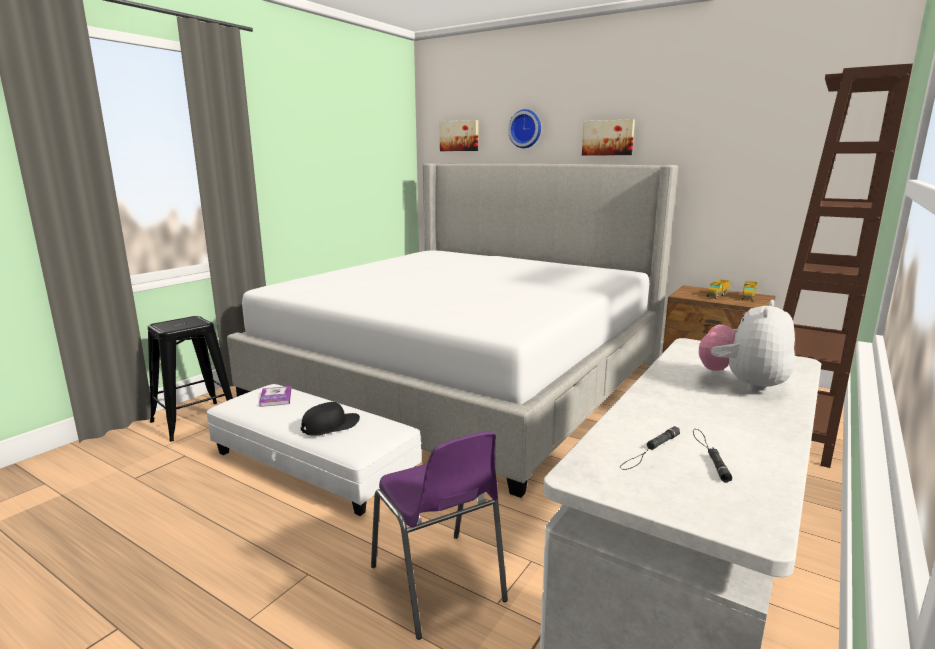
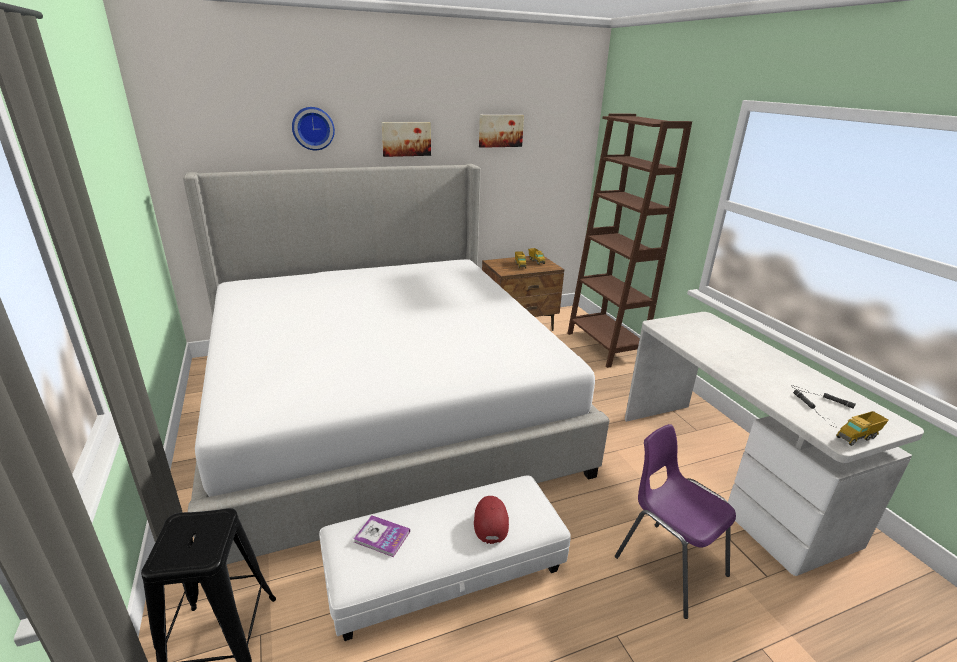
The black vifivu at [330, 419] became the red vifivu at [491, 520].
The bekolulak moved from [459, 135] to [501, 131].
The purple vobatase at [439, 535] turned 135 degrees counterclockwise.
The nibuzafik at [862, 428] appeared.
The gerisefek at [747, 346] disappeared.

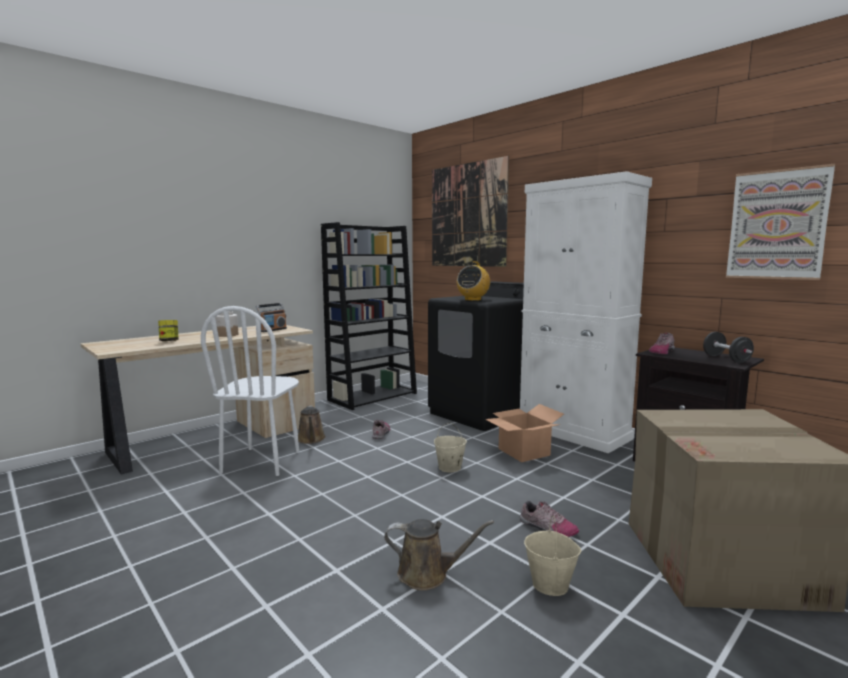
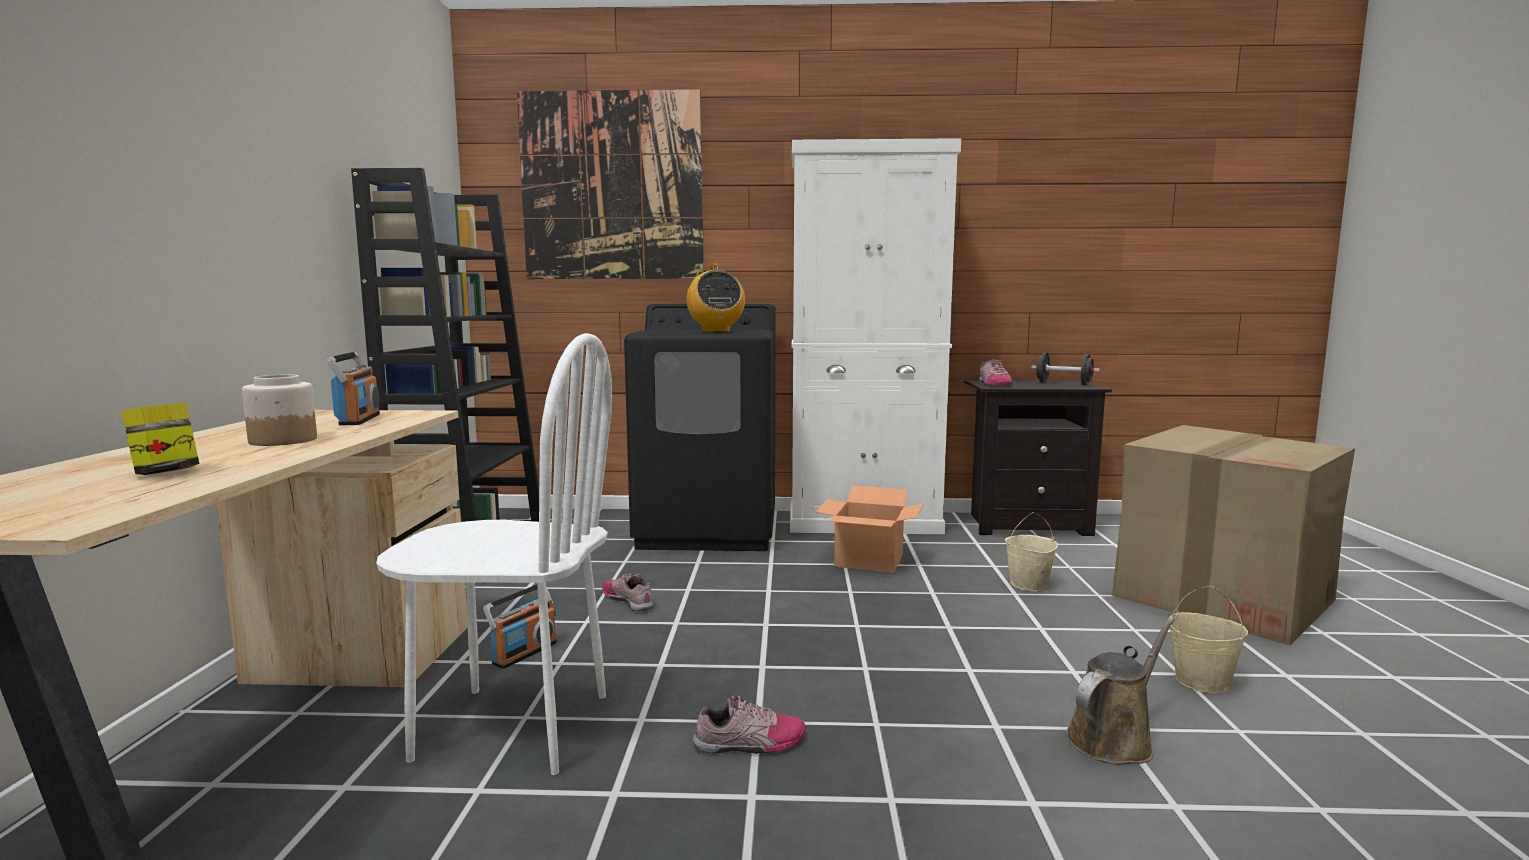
The white vobatase at [250, 391] turned 45 degrees counterclockwise.
The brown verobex at [312, 424] was replaced by the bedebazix at [520, 627].
The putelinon moved from [549, 519] to [749, 725].
The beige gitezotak moved from [450, 447] to [1031, 551].
The bekolulak at [780, 222] disappeared.

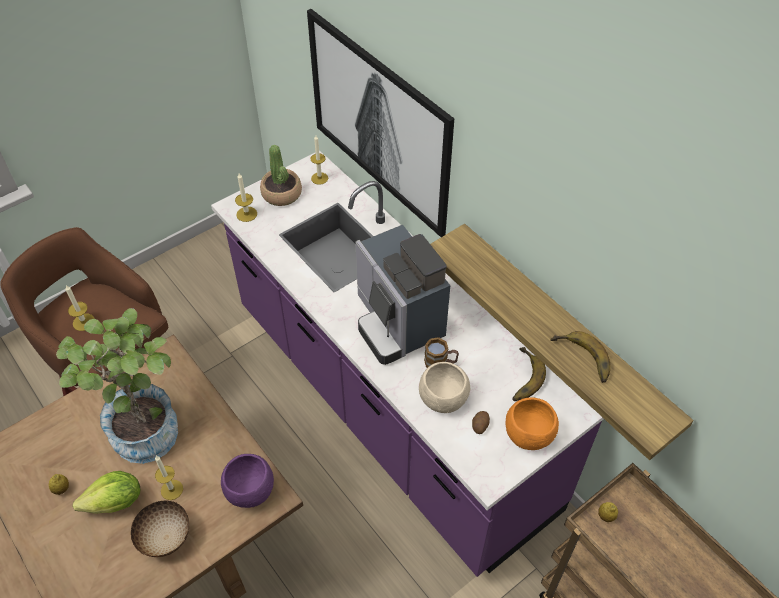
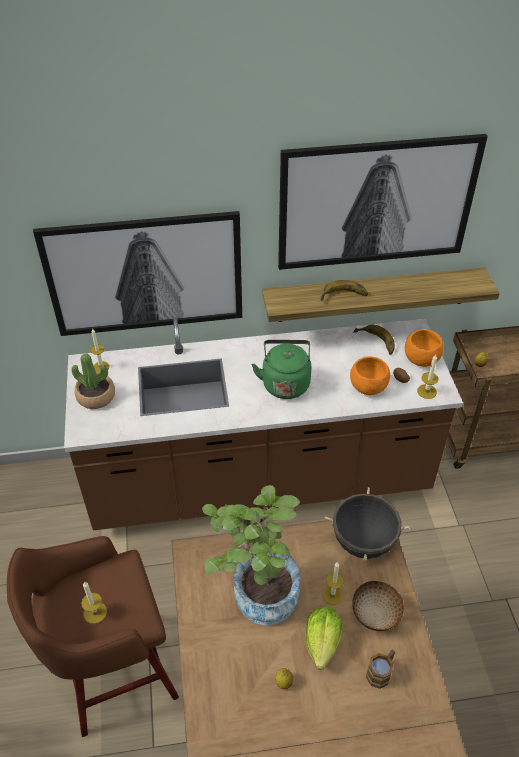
The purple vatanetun at [407, 363] became the brown vatanetun at [263, 424].
The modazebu at [402, 295] was replaced by the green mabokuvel at [281, 369].
The bekolulak at [383, 202] appeared.
The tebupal moved from [580, 357] to [344, 290].
The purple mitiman at [247, 481] was replaced by the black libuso at [367, 524].
The beige mitiman at [444, 387] became the orange mitiman at [370, 376].
The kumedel moved from [441, 352] to [380, 669].
The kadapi moved from [246, 197] to [428, 377].

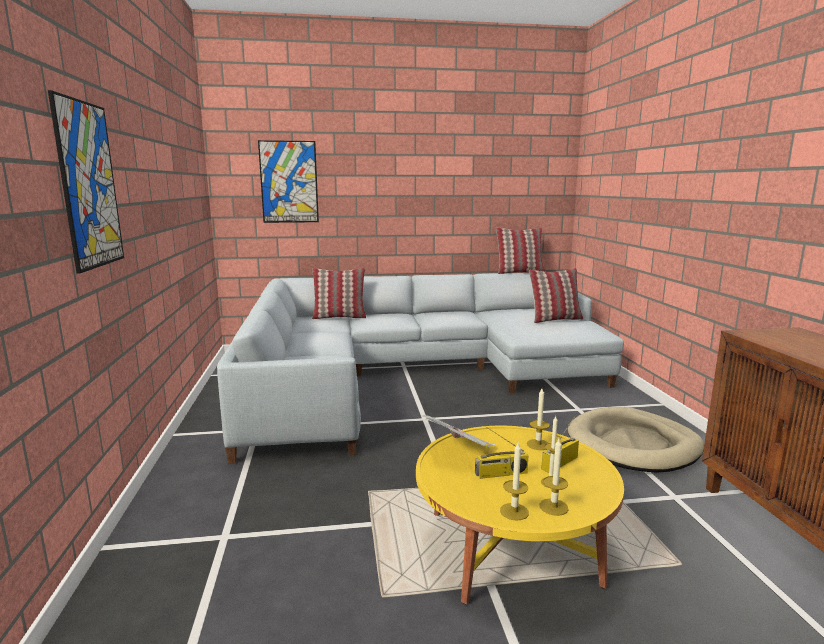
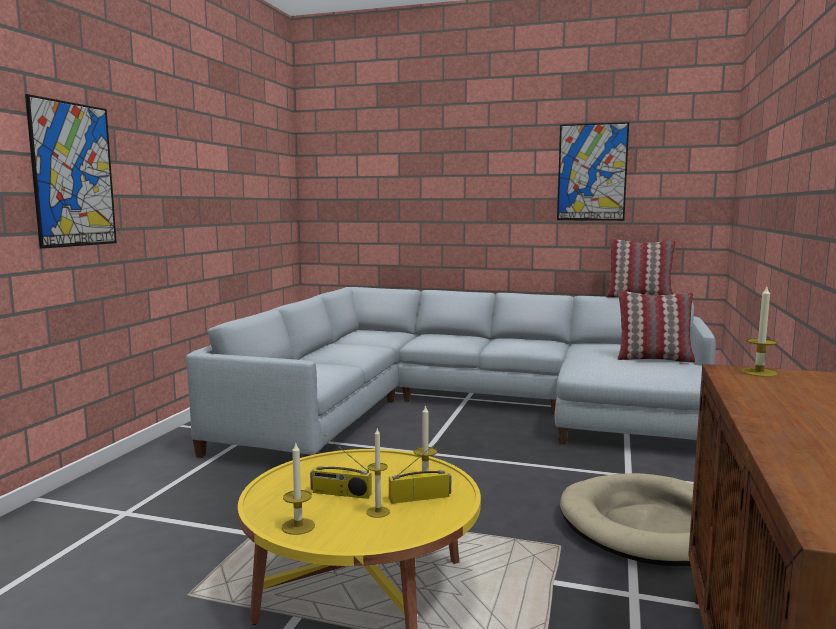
The bekolulak moved from [288, 181] to [593, 171].
The kadapi moved from [554, 477] to [759, 332].
The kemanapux at [339, 293] disappeared.
The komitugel at [458, 431] disappeared.

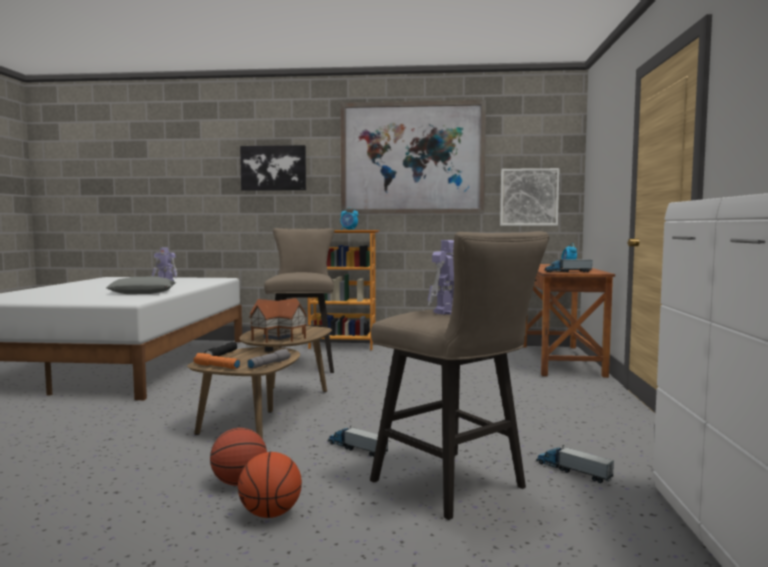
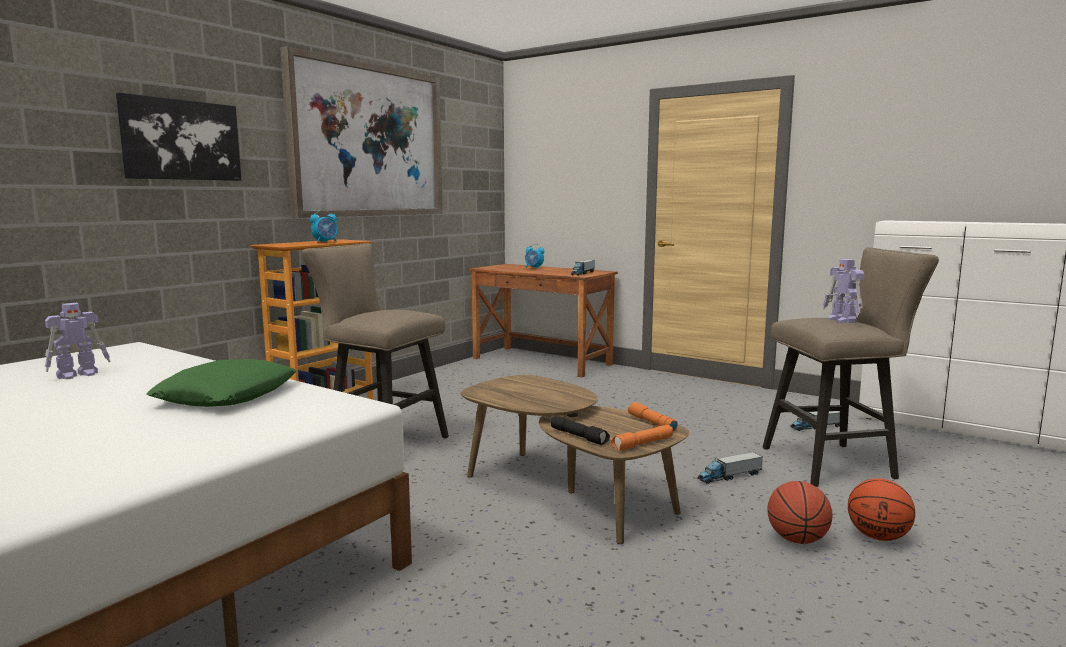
The grey kemanapux at [141, 285] became the green kemanapux at [221, 383].
The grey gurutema at [269, 359] became the orange gurutema at [653, 416].
The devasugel at [278, 320] disappeared.
The bekolulak at [529, 197] disappeared.

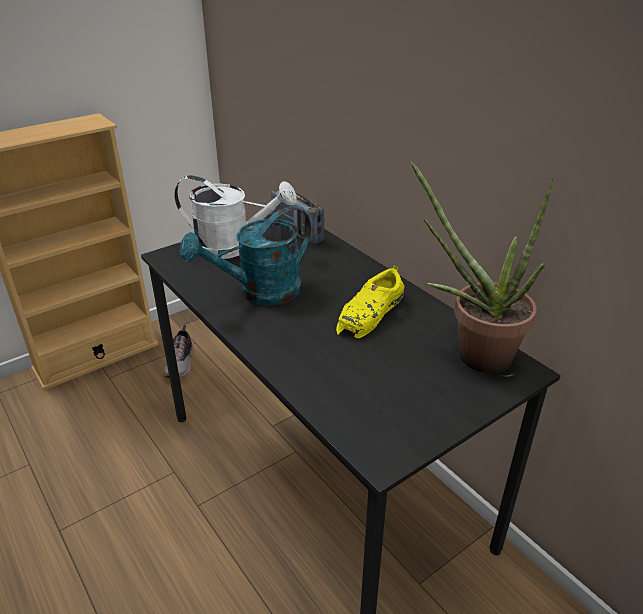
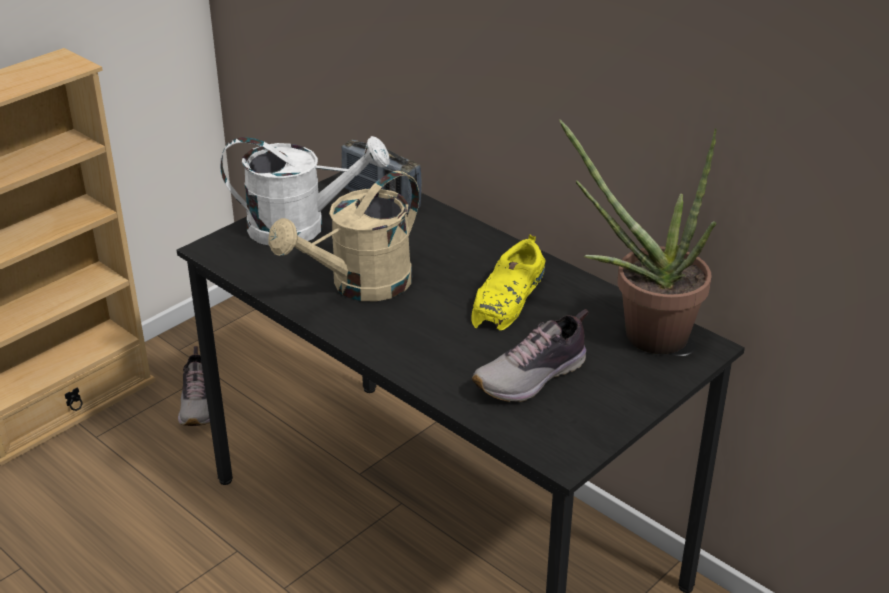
The turquoise verobex at [245, 256] became the beige verobex at [343, 236].
The putelinon at [530, 355] appeared.

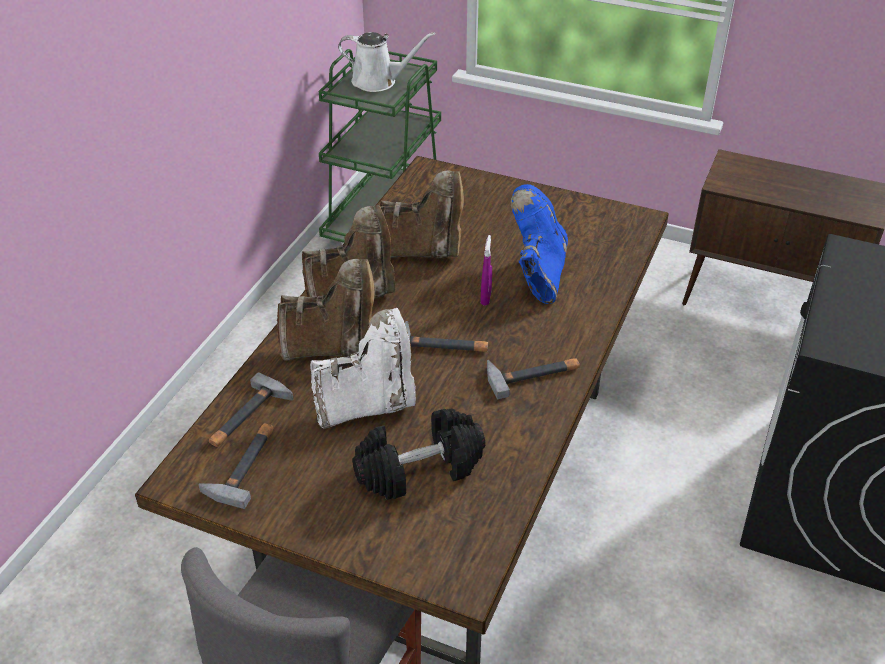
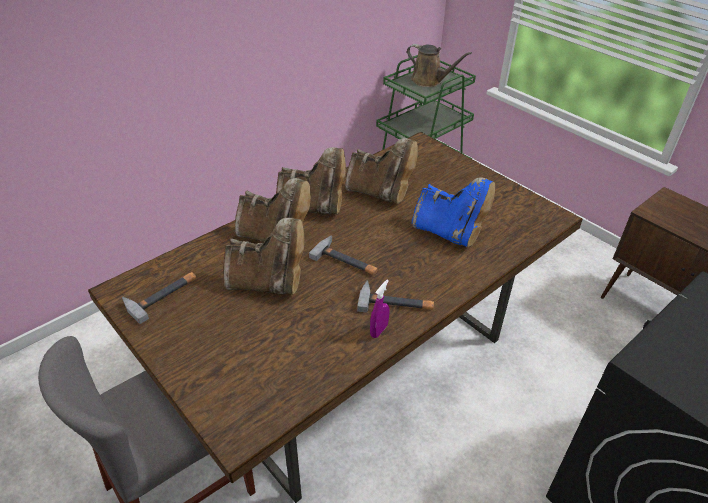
The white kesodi at [363, 368] became the brown kesodi at [264, 256].
The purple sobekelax moved from [486, 270] to [380, 309].
The white verobex at [386, 62] became the brown verobex at [439, 65].
The blue kesodi at [539, 244] turned 90 degrees clockwise.
The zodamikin at [251, 409] disappeared.
The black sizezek at [418, 454] disappeared.

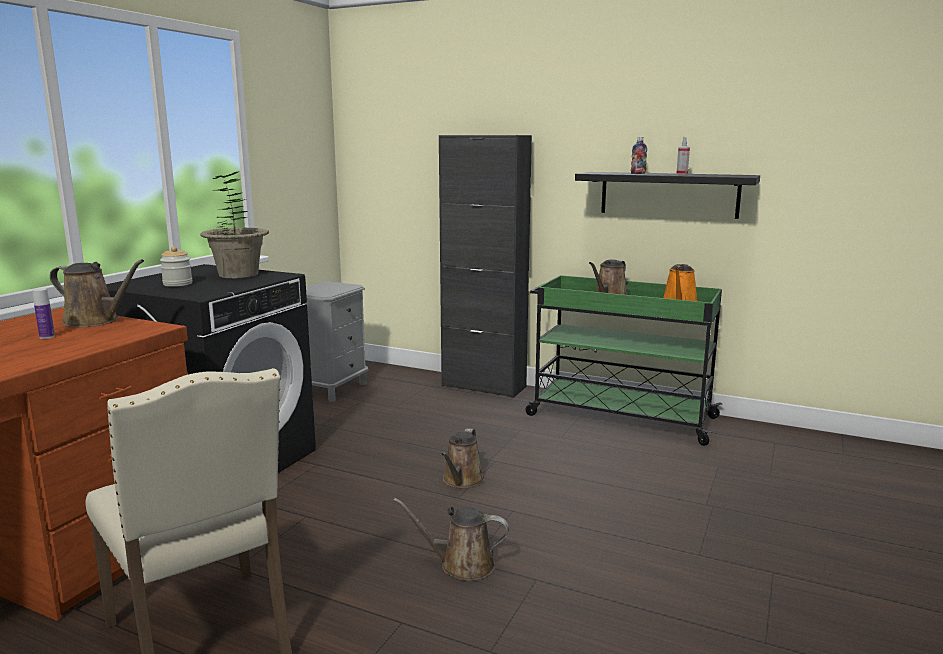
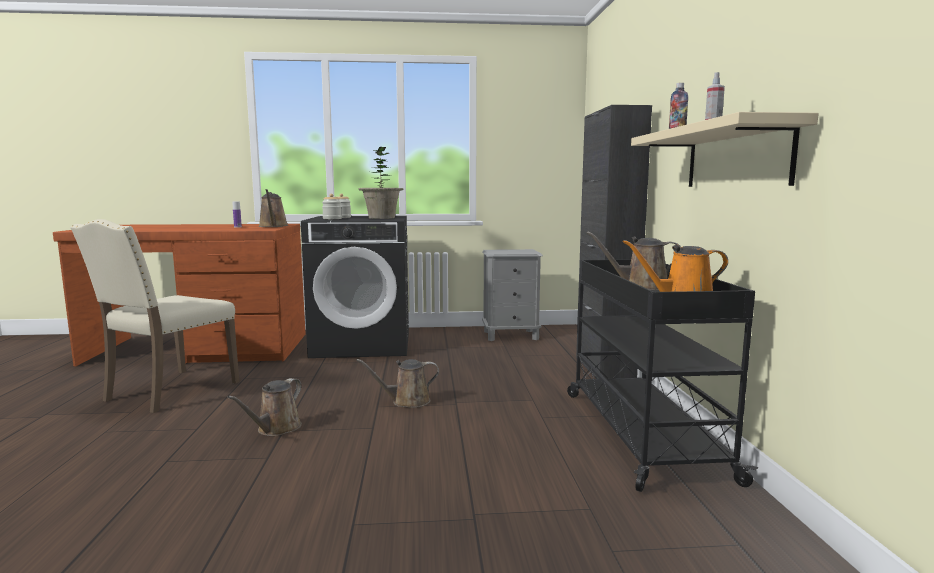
The brown verobex at [451, 539] turned 135 degrees counterclockwise.
The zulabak at [332, 206] appeared.
The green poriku at [623, 360] became the black poriku at [662, 376].
The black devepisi at [667, 195] became the beige devepisi at [725, 149].

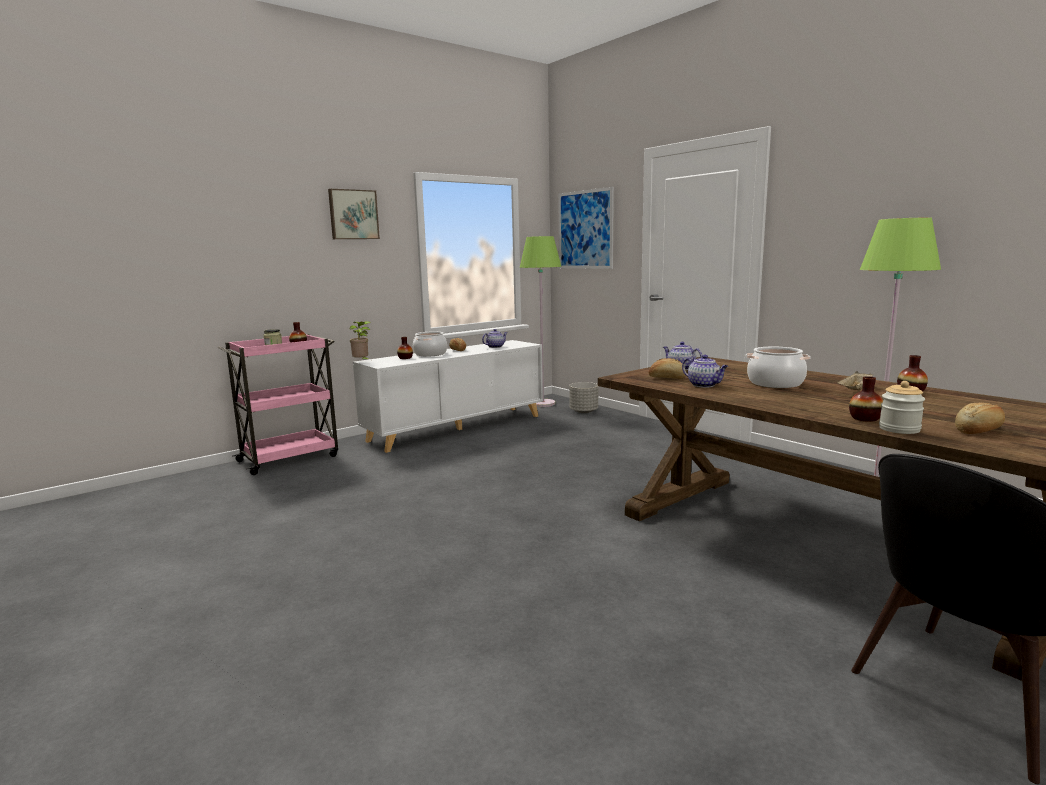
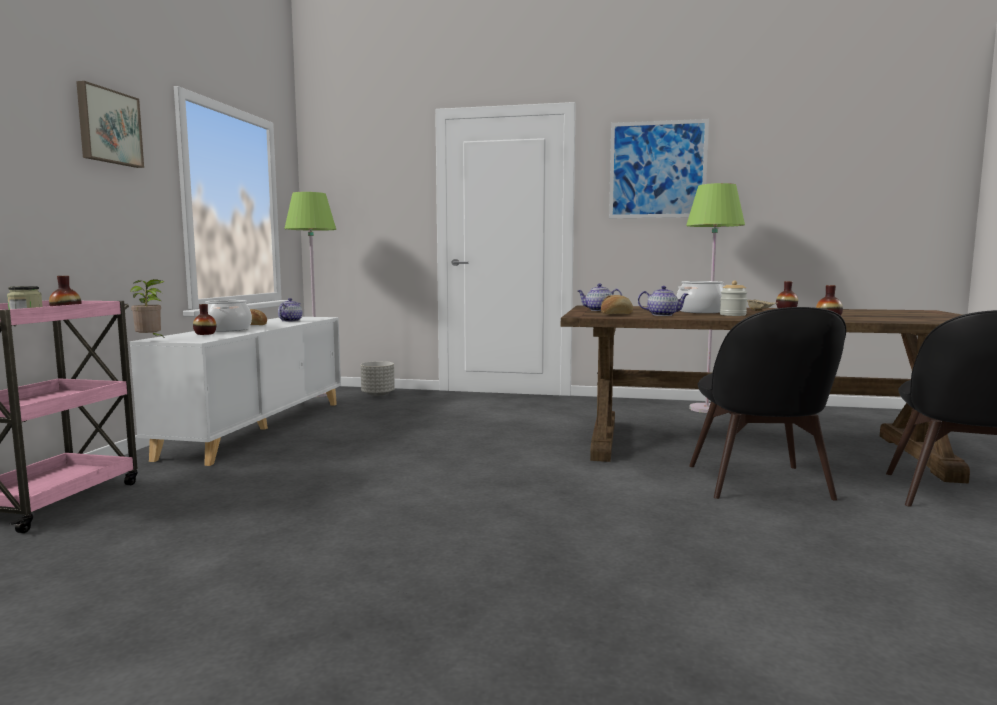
The bekolulak moved from [586, 228] to [659, 168].
The black vobatase at [767, 404] appeared.
The zulabak moved from [902, 407] to [734, 298].
The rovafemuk at [980, 418] disappeared.

